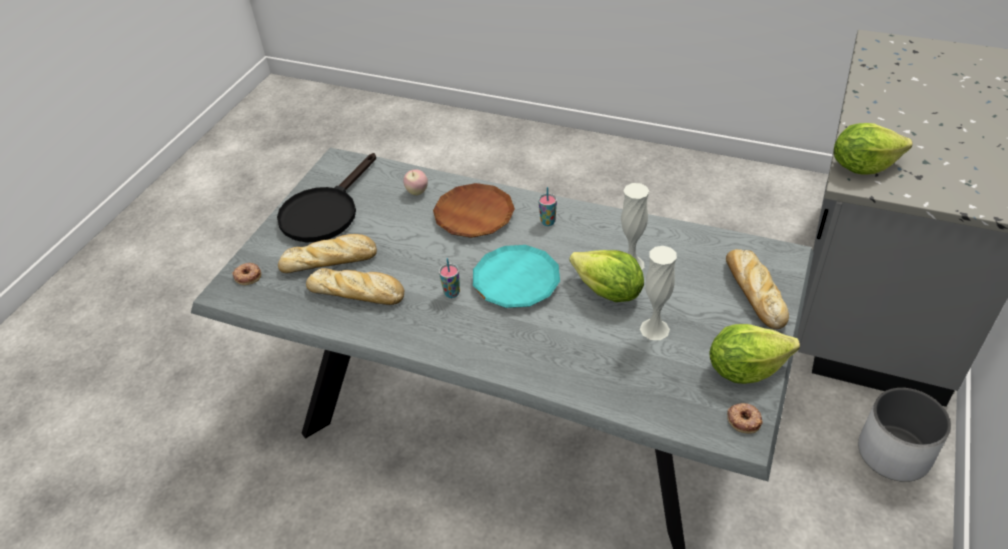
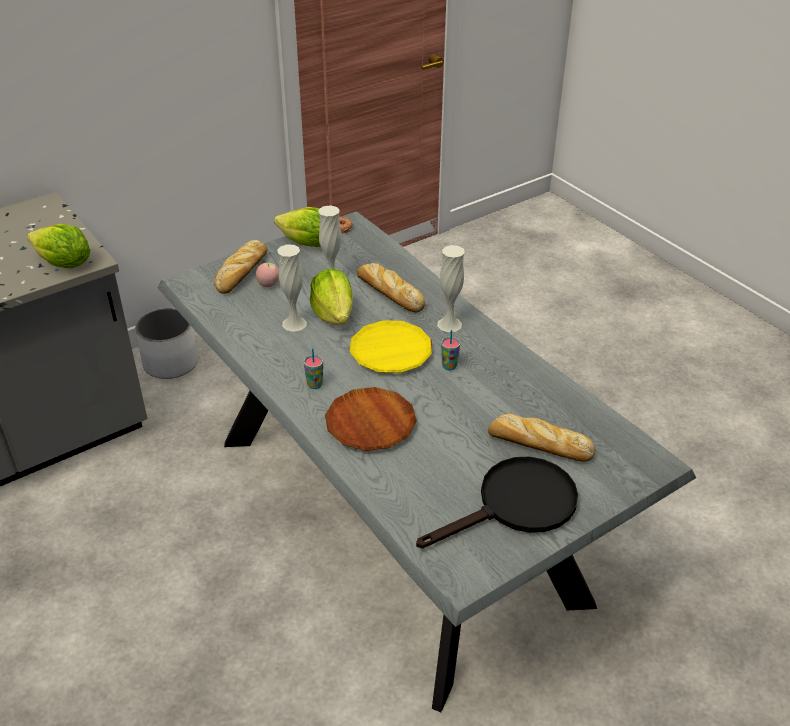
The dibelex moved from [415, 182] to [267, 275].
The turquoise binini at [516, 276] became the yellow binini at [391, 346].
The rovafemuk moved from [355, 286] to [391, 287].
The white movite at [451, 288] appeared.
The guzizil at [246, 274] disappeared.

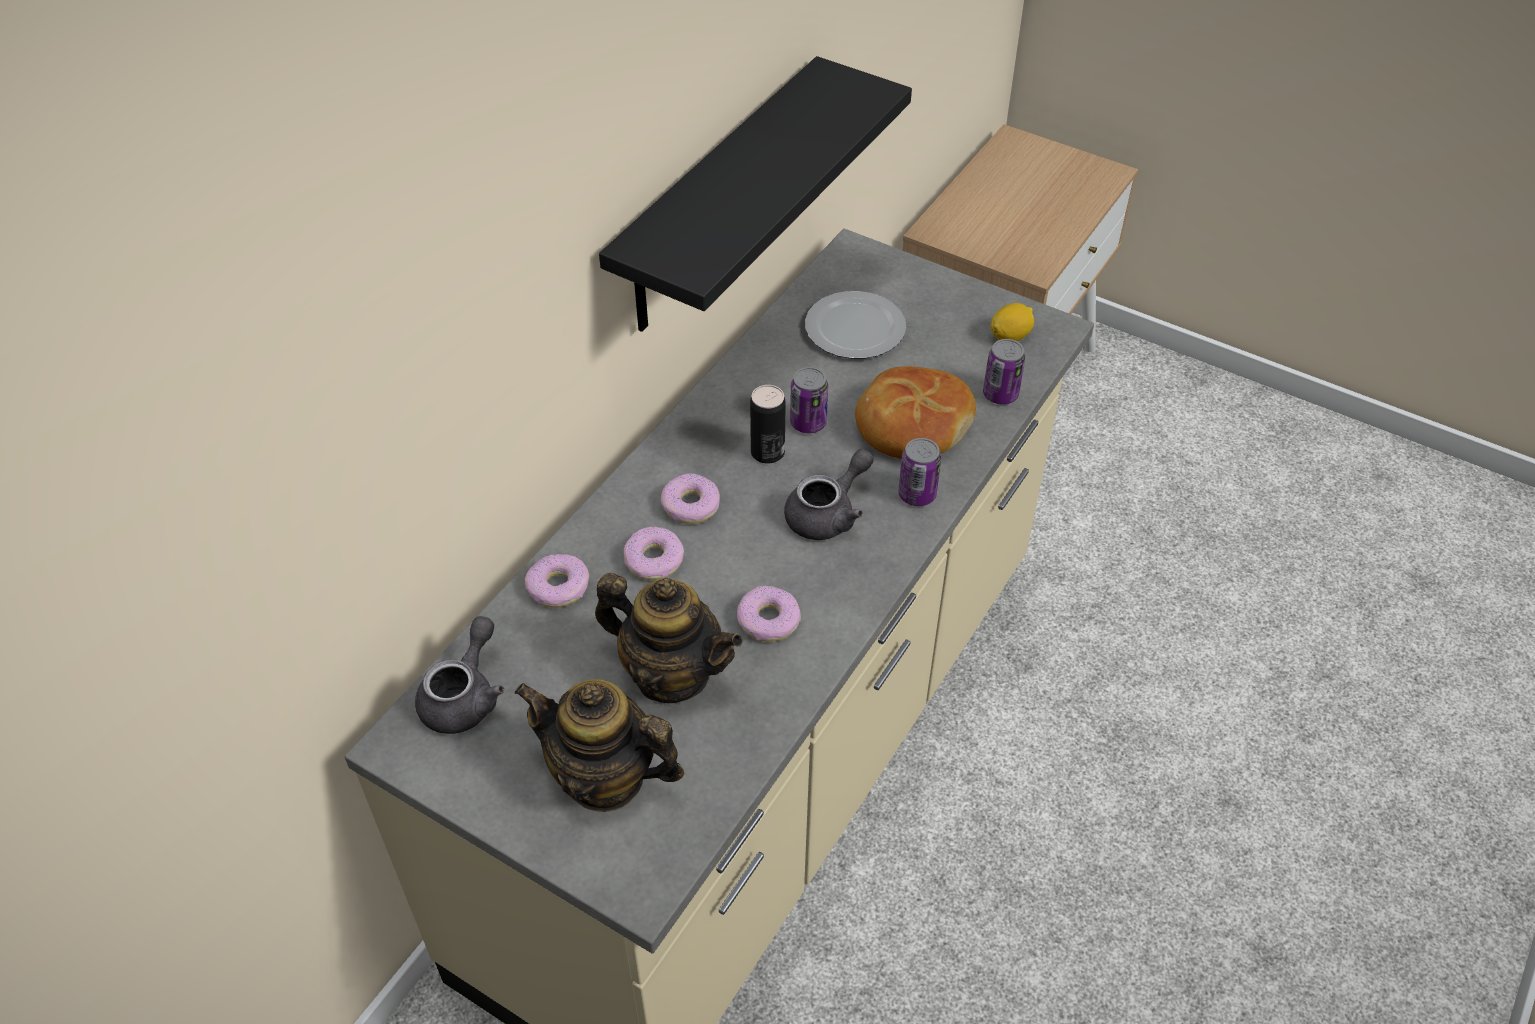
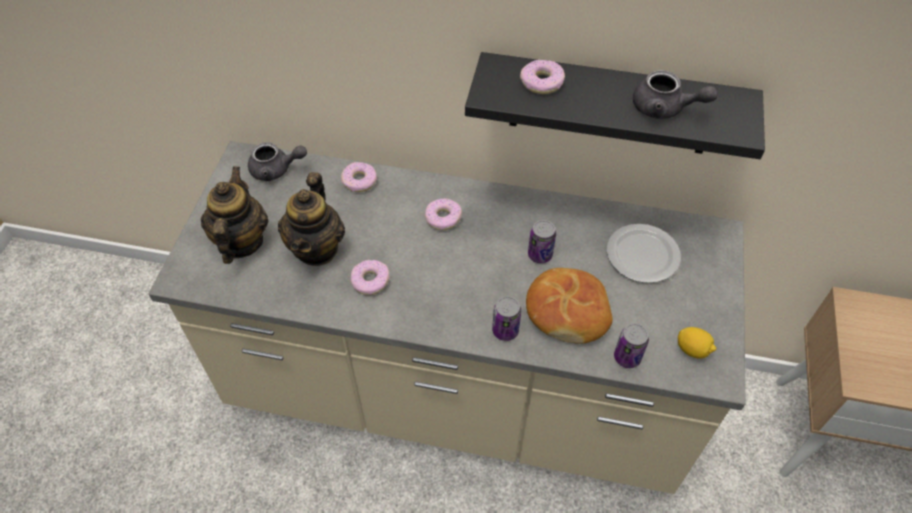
The guzizil moved from [654, 553] to [542, 77].
The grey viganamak moved from [829, 494] to [675, 94].
The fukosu at [768, 424] disappeared.

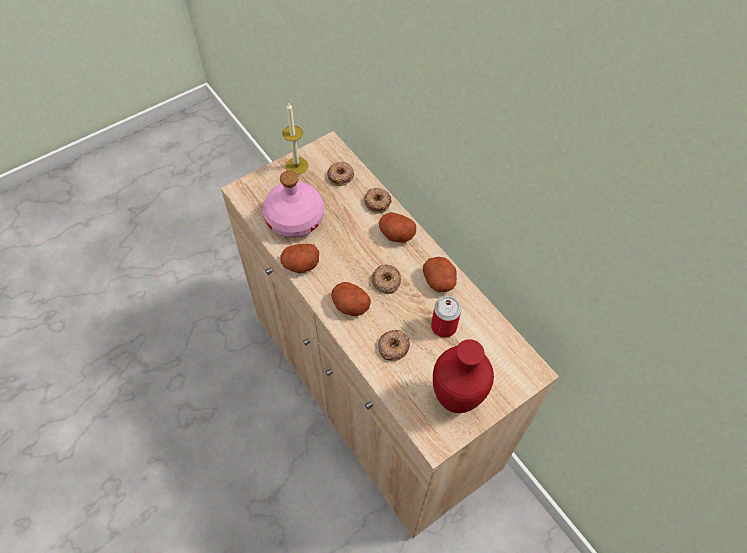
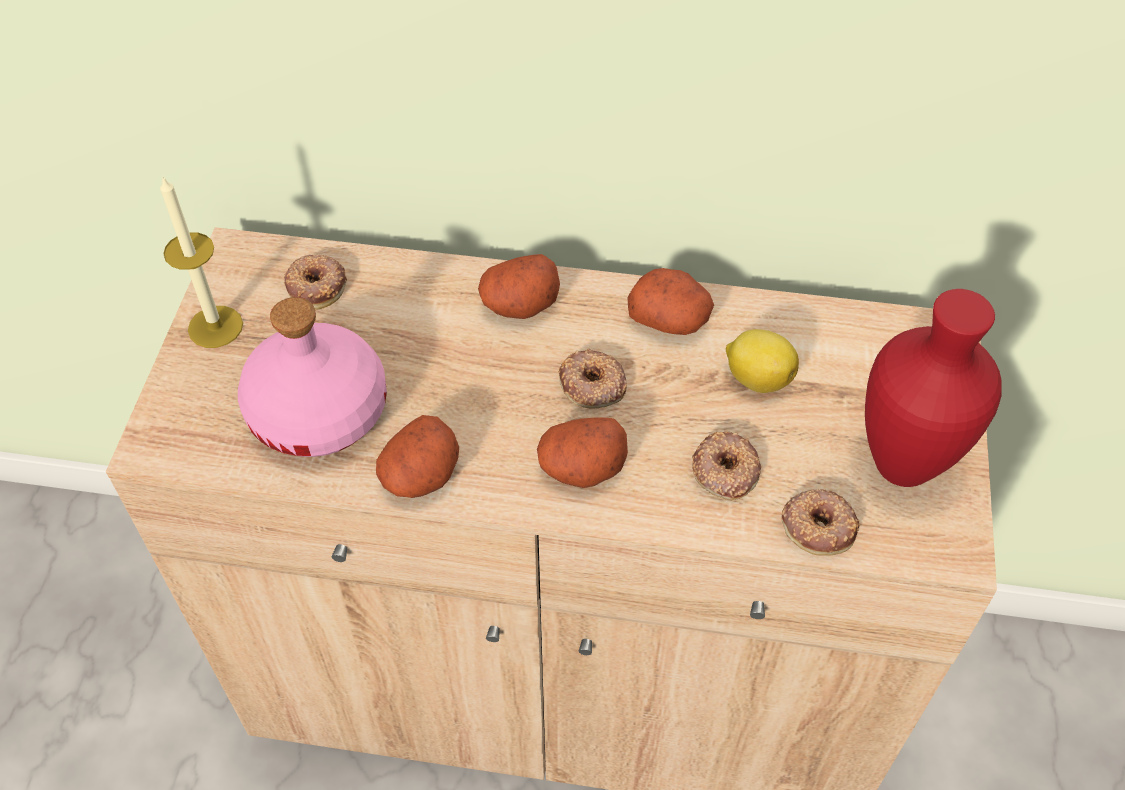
The fukosu at [446, 317] was replaced by the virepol at [762, 361].
The guzizil moved from [378, 201] to [821, 522].

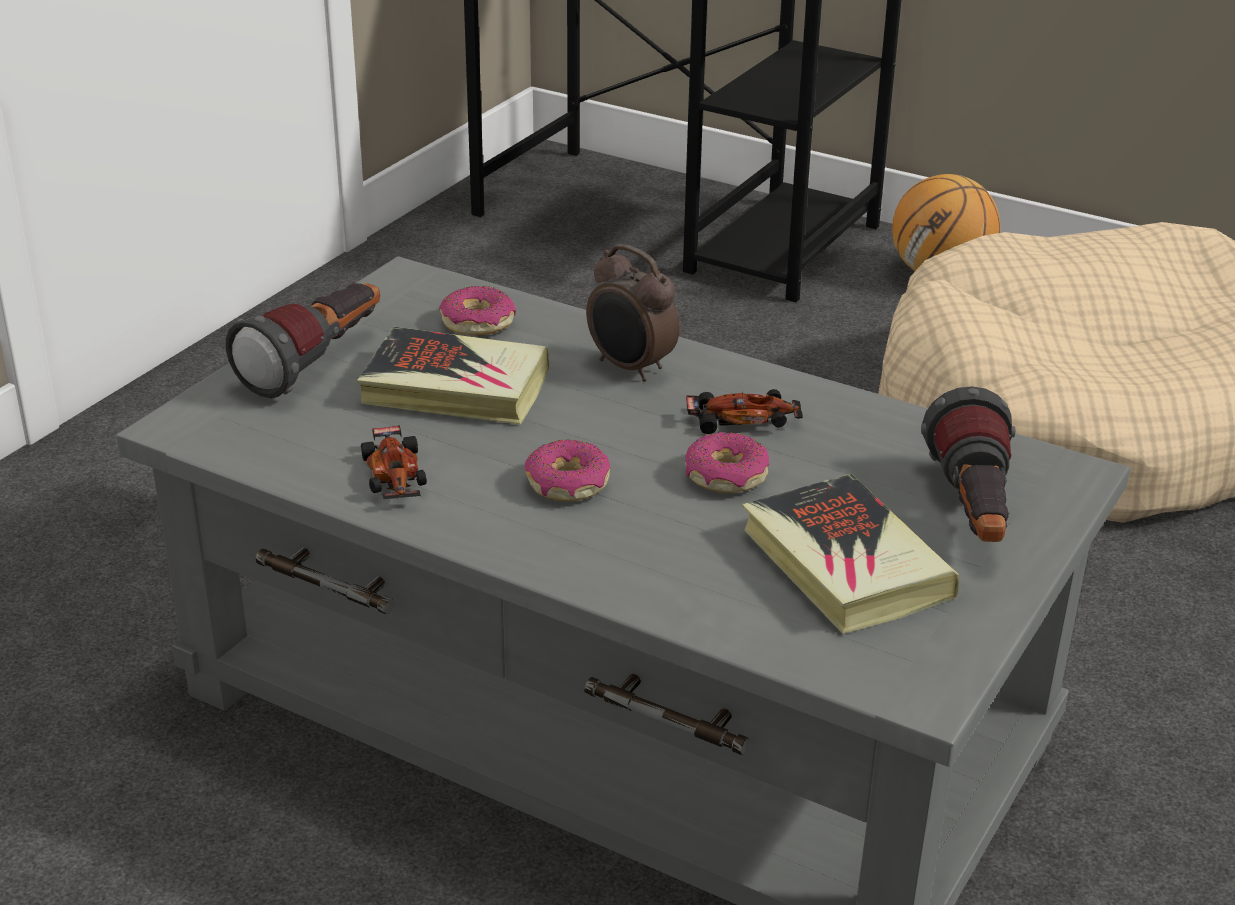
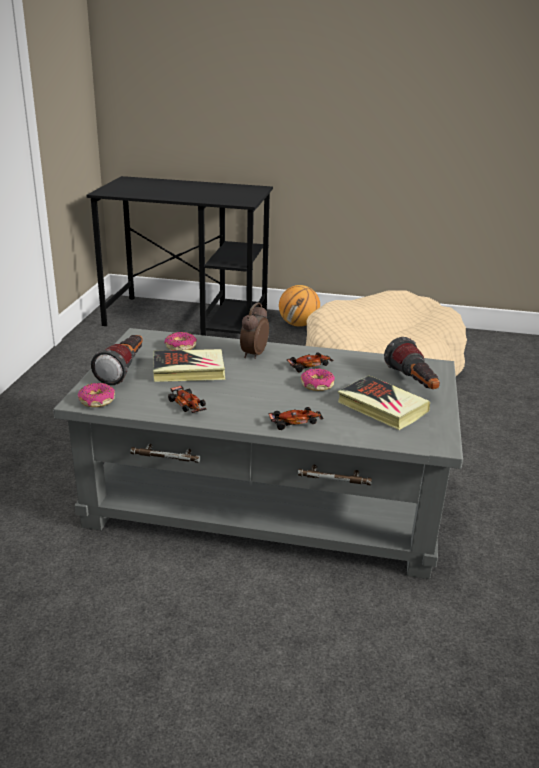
The guzizil moved from [567, 470] to [96, 395].
The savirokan at [632, 313] turned 90 degrees clockwise.
The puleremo at [295, 418] appeared.

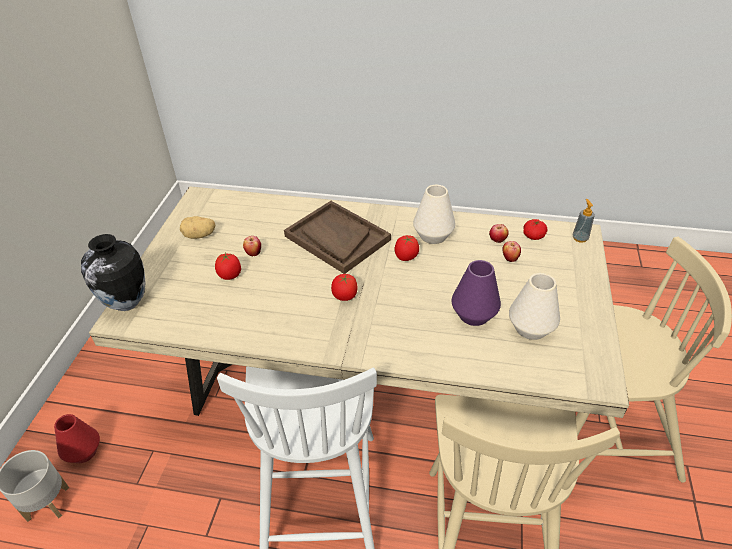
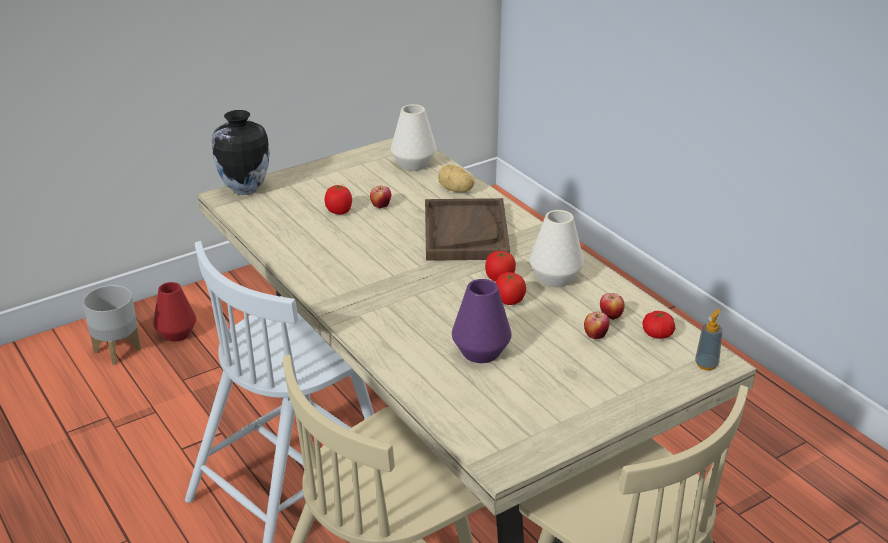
The white movite moved from [534, 306] to [414, 137].
The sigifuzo moved from [198, 227] to [456, 178].
The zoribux moved from [344, 287] to [511, 288].

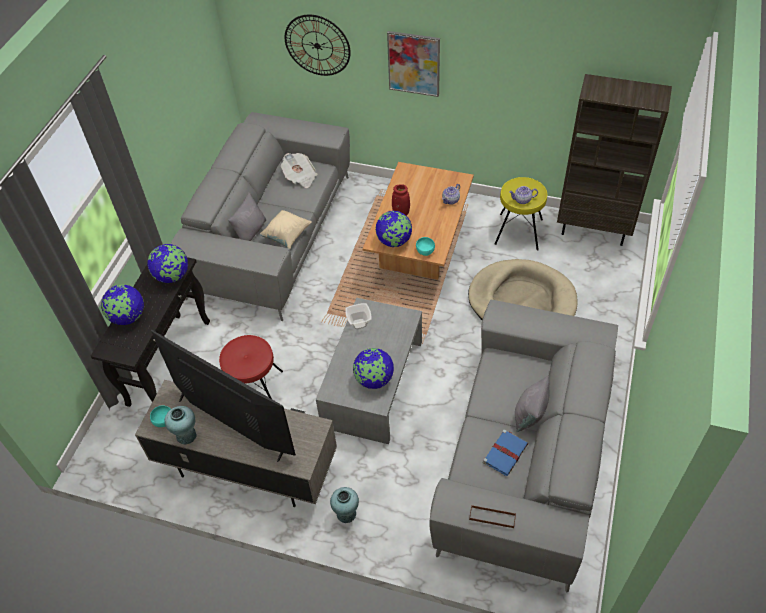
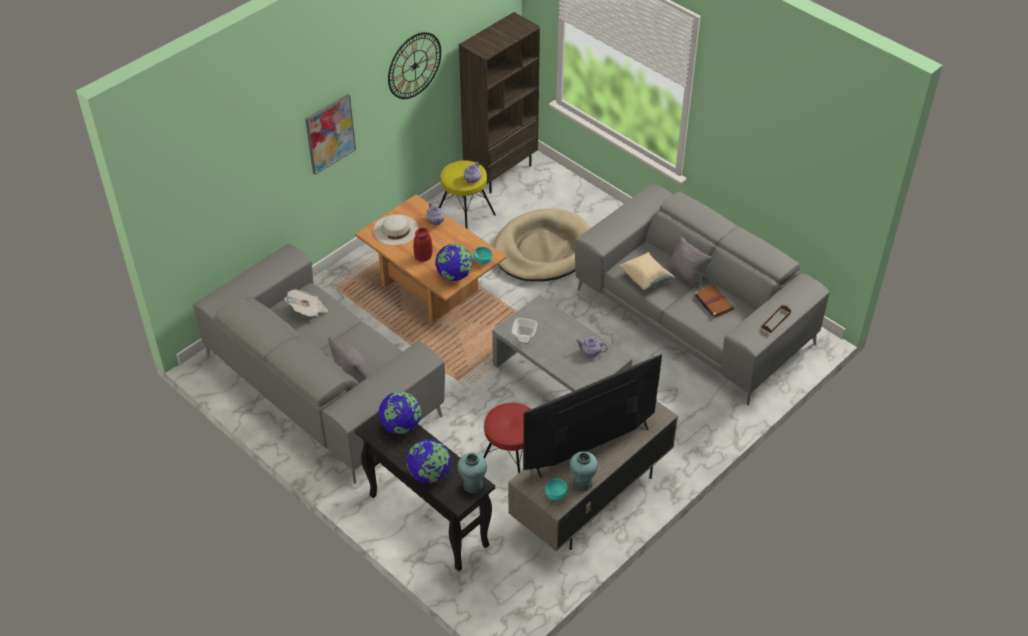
The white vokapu at [395, 229] appeared.
The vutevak moved from [318, 45] to [414, 65].
The turquoise movite moved from [344, 505] to [472, 472].
The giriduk at [373, 368] was replaced by the viganamak at [592, 347].
The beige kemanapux moved from [285, 229] to [647, 271].
The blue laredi at [505, 452] became the brown laredi at [714, 301].

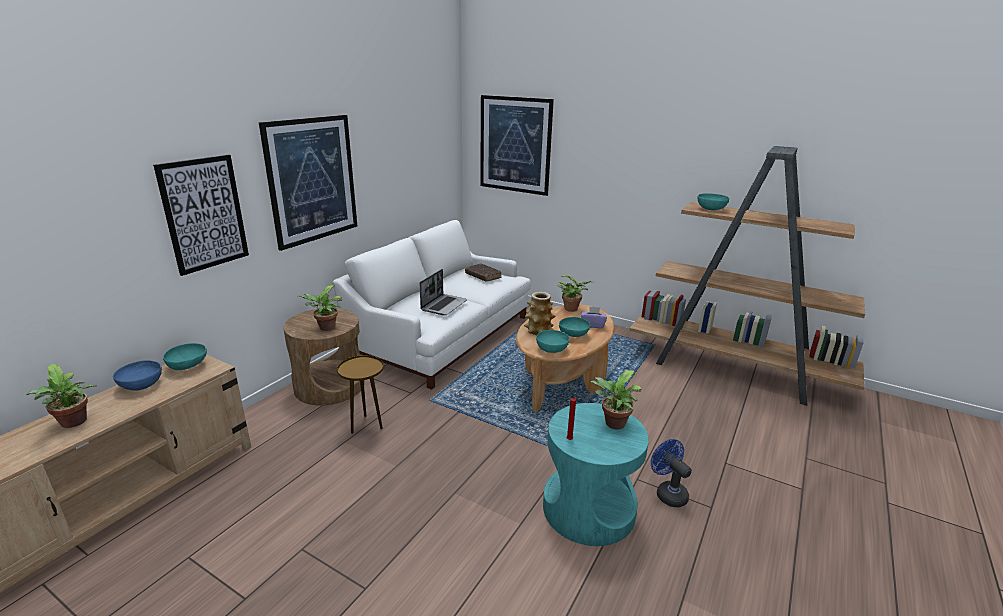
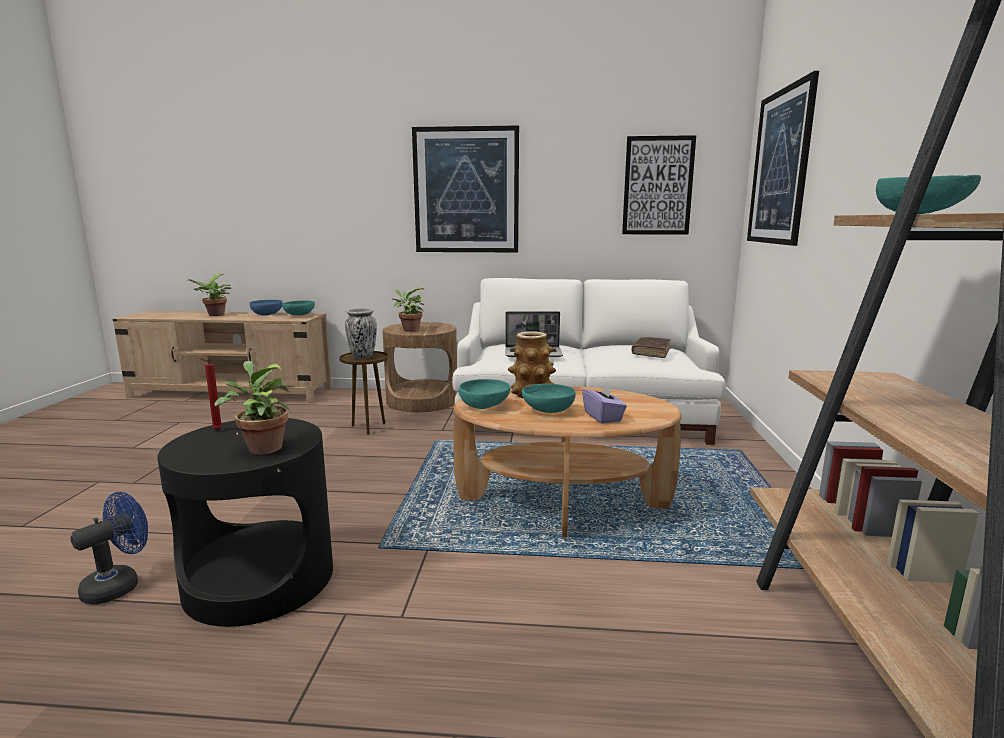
The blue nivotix moved from [671, 473] to [109, 548].
The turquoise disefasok at [596, 474] became the black disefasok at [245, 522].
The movite at [361, 333] appeared.
The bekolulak moved from [201, 215] to [659, 184].
The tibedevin at [575, 293] disappeared.

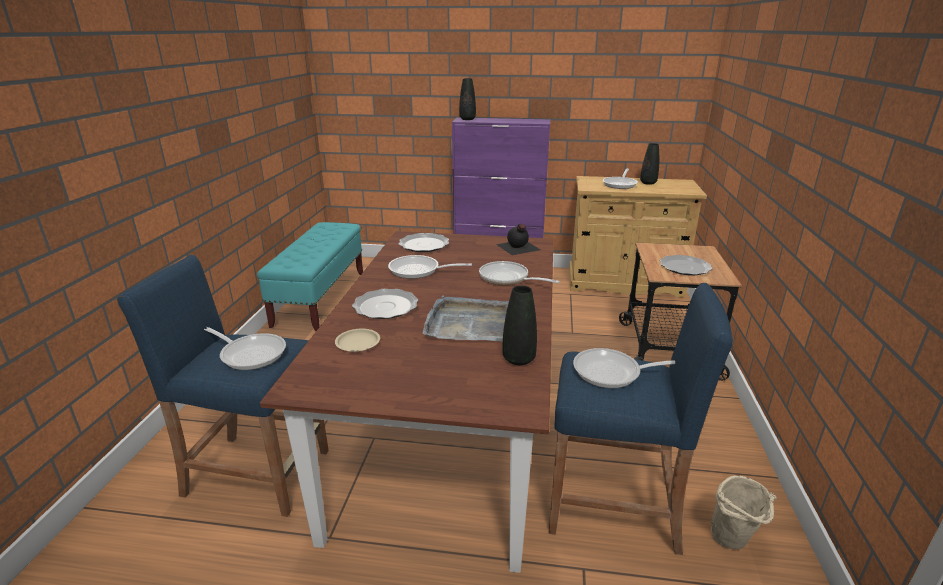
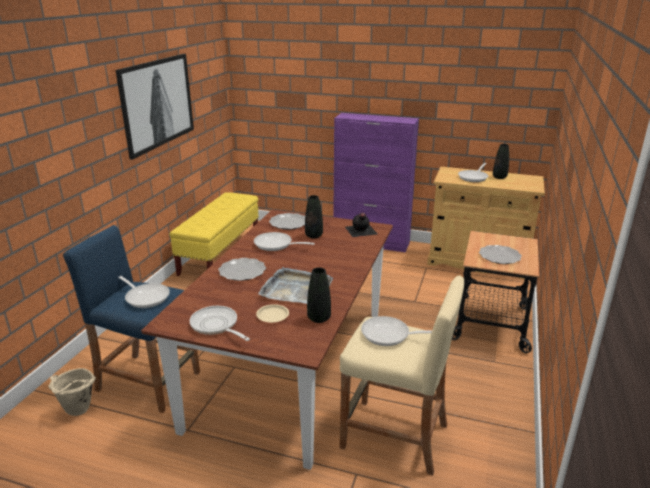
The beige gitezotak moved from [743, 512] to [72, 392].
The bekolulak at [154, 107] appeared.
The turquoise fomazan at [310, 276] became the yellow fomazan at [214, 234].
The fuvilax moved from [519, 273] to [220, 323].
The beige binini moved from [357, 340] to [272, 313].
The black movite moved from [467, 99] to [314, 216].
The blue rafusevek at [640, 419] became the beige rafusevek at [402, 375].

